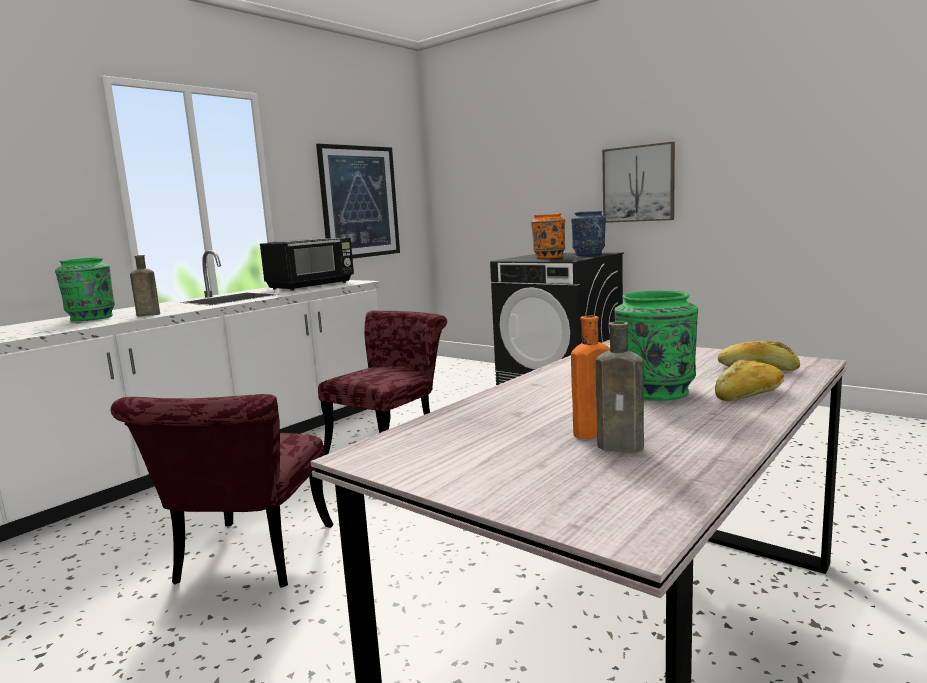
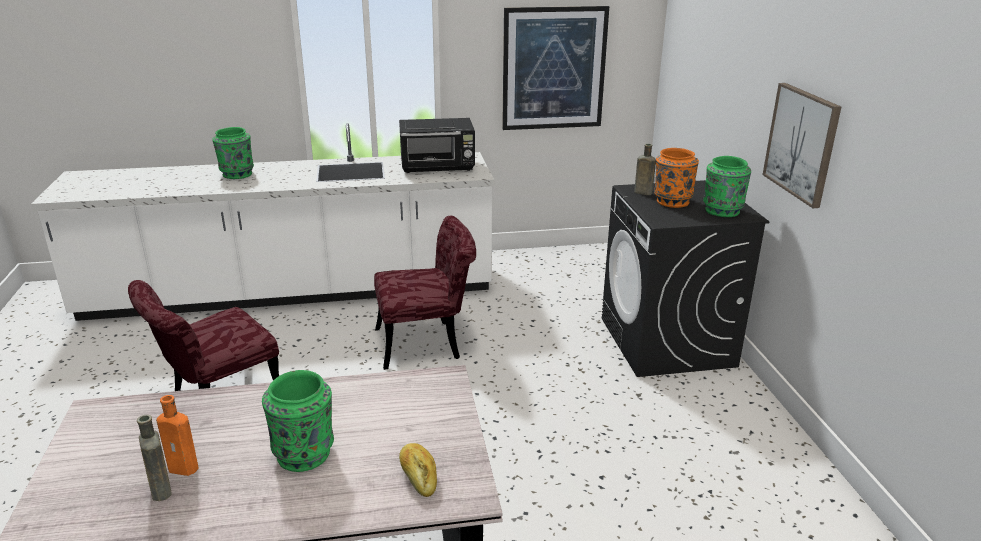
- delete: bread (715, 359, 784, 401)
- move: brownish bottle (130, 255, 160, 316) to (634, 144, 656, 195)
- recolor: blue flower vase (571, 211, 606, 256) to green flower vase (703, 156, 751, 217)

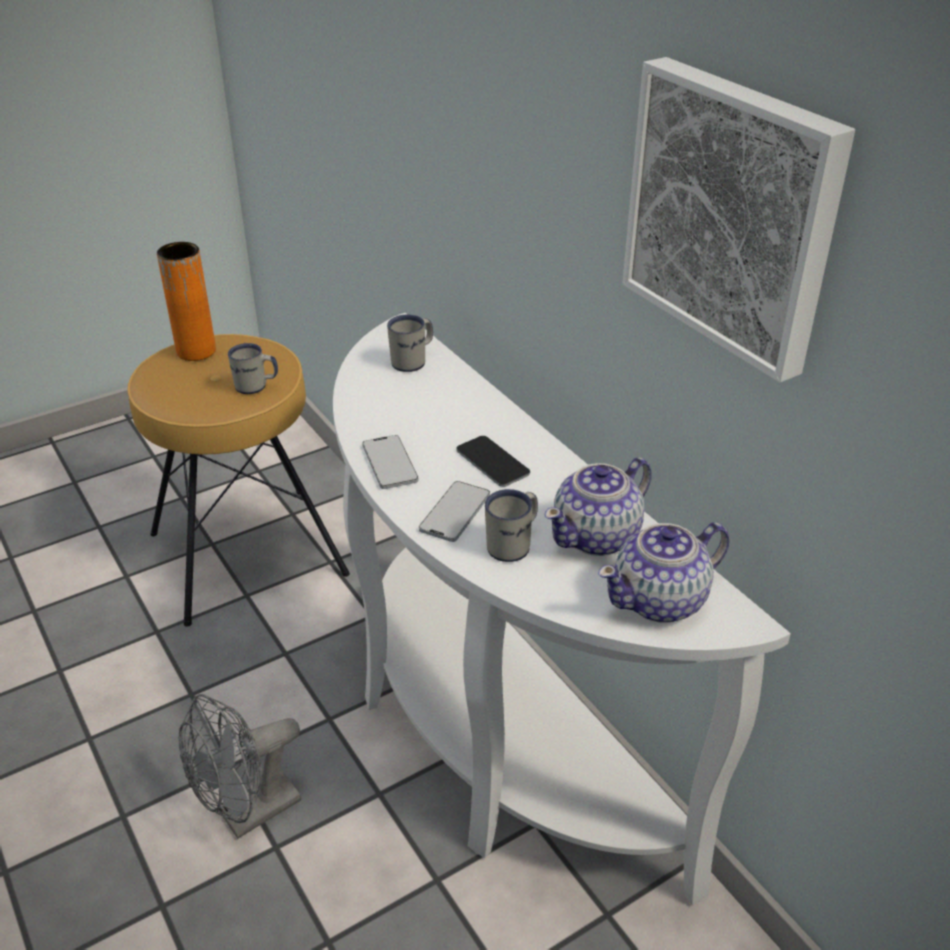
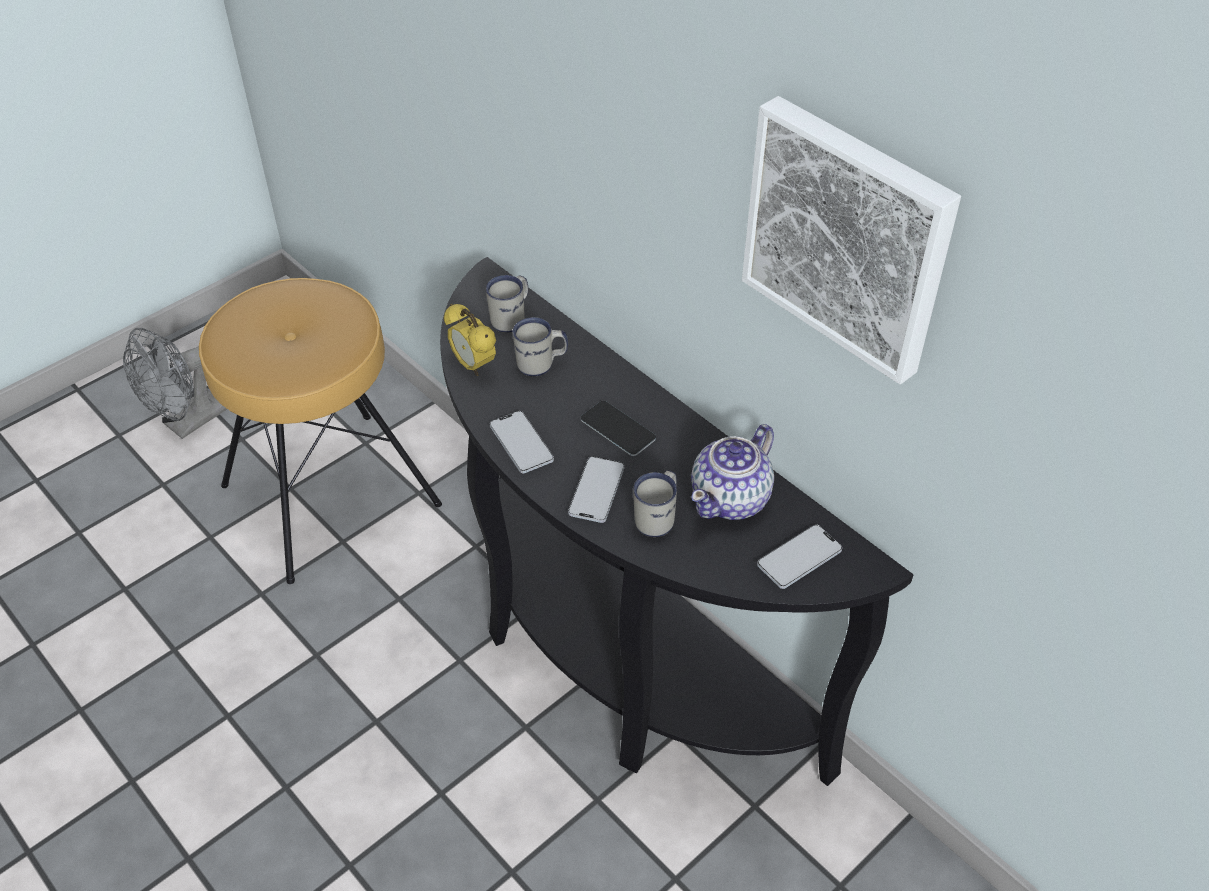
- delete: orangey flower vase (157, 242, 216, 361)
- insert: alarm clock (444, 304, 496, 376)
- move: grey fan (179, 694, 301, 839) to (123, 328, 227, 439)
- move: white-coloured coffee mug (228, 343, 278, 394) to (513, 317, 568, 377)
- replace: teapot (598, 522, 729, 623) to telephone (757, 524, 842, 589)
- recolor: white-coloured narrow table (333, 313, 791, 905) to black narrow table (440, 257, 914, 786)

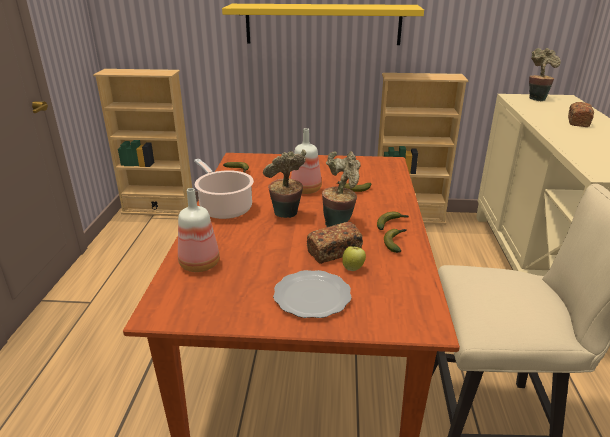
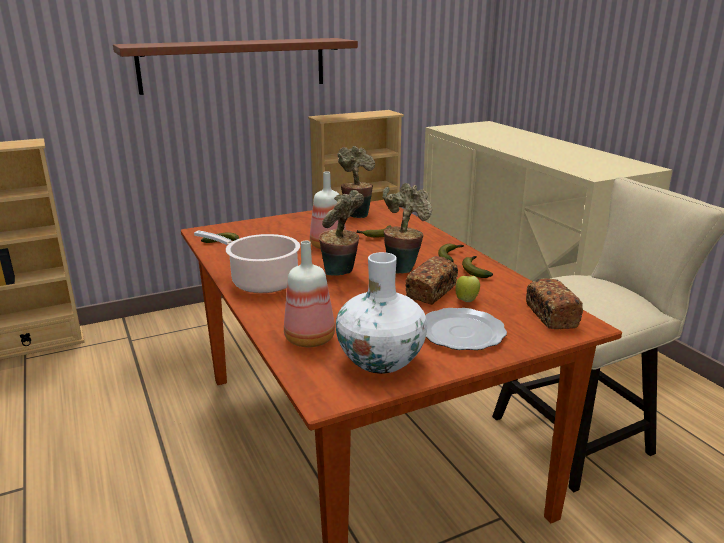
- insert: white-coloured flower vase (336, 252, 427, 374)
- move: plant in a pot (529, 48, 561, 101) to (337, 146, 375, 218)
- move: bread (568, 102, 594, 127) to (526, 278, 583, 329)
- recolor: yellowish shelf (222, 4, 424, 45) to brownish shelf (113, 38, 358, 95)

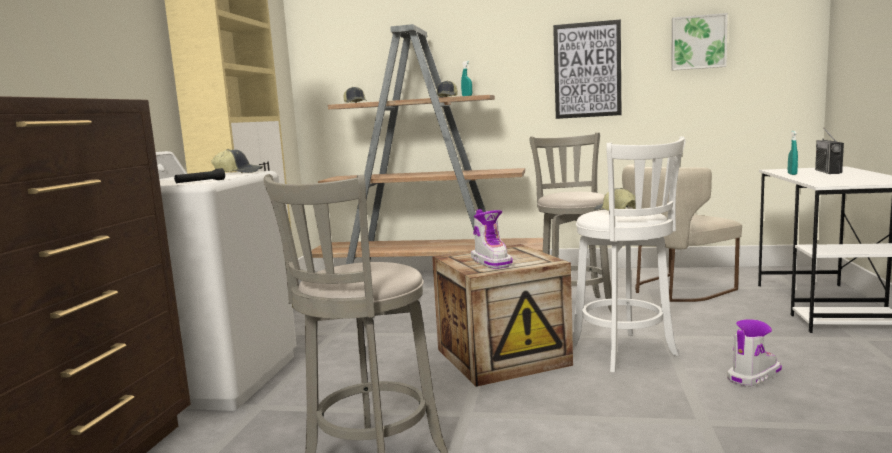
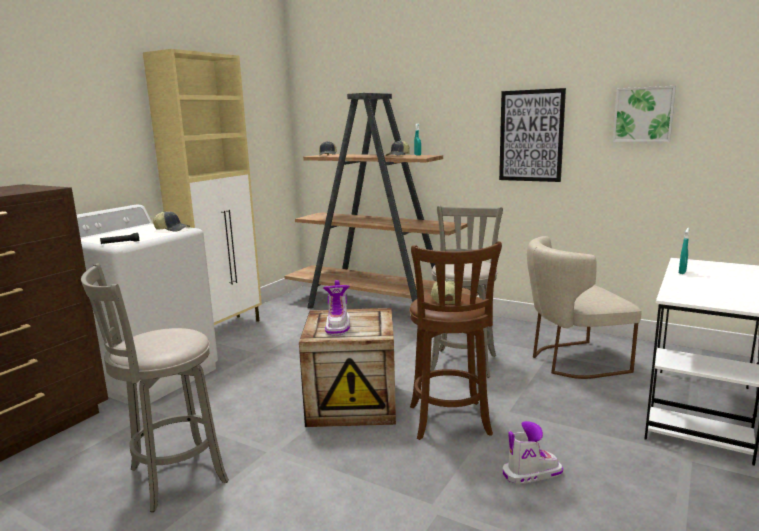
- delete: radio (815, 128, 844, 174)
- recolor: white-coloured stool seat (572, 136, 686, 373) to brownish stool seat (409, 241, 502, 440)

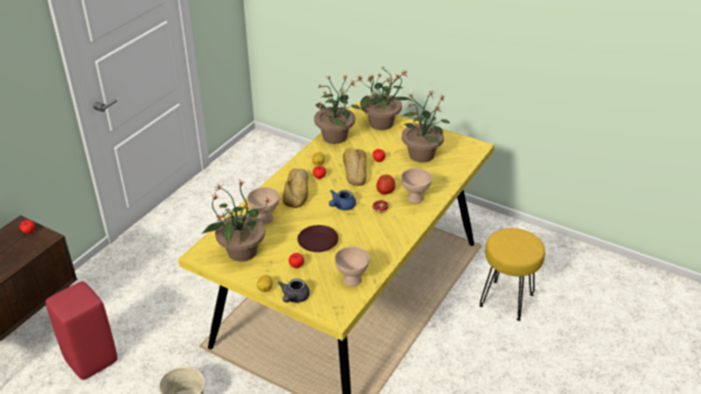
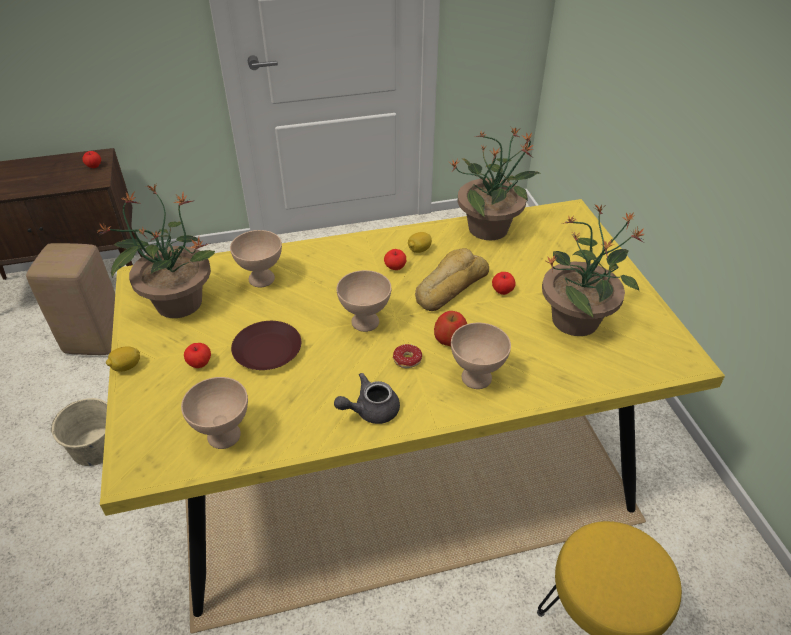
- delete: bread (283, 169, 308, 208)
- delete: plant in a pot (357, 66, 412, 130)
- move: grey teapot (278, 278, 310, 303) to (334, 373, 400, 424)
- replace: blue teapot (329, 190, 356, 210) to beige deep dish (336, 270, 391, 332)
- recolor: red-coloured stool seat (46, 281, 118, 380) to beige stool seat (26, 243, 115, 355)

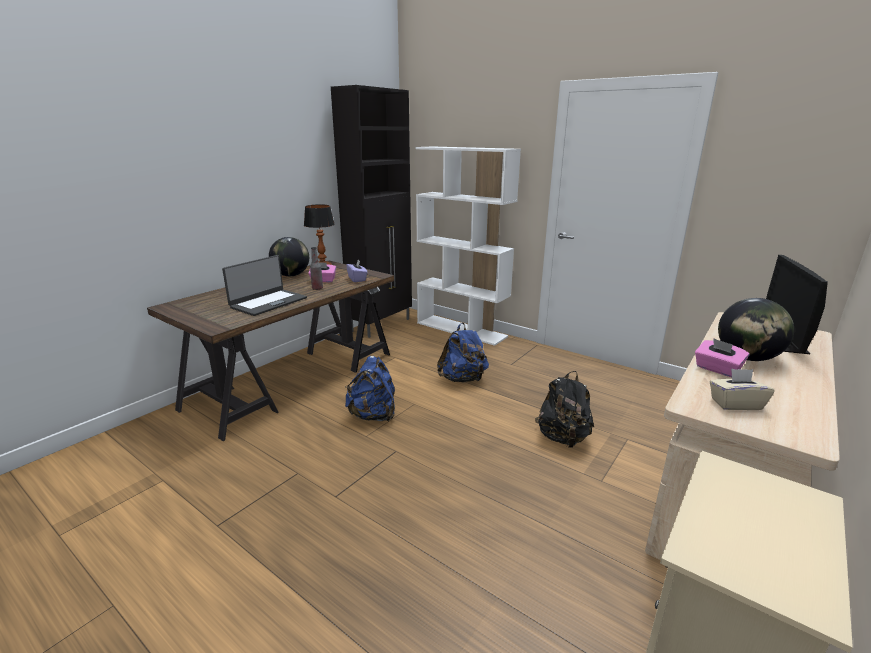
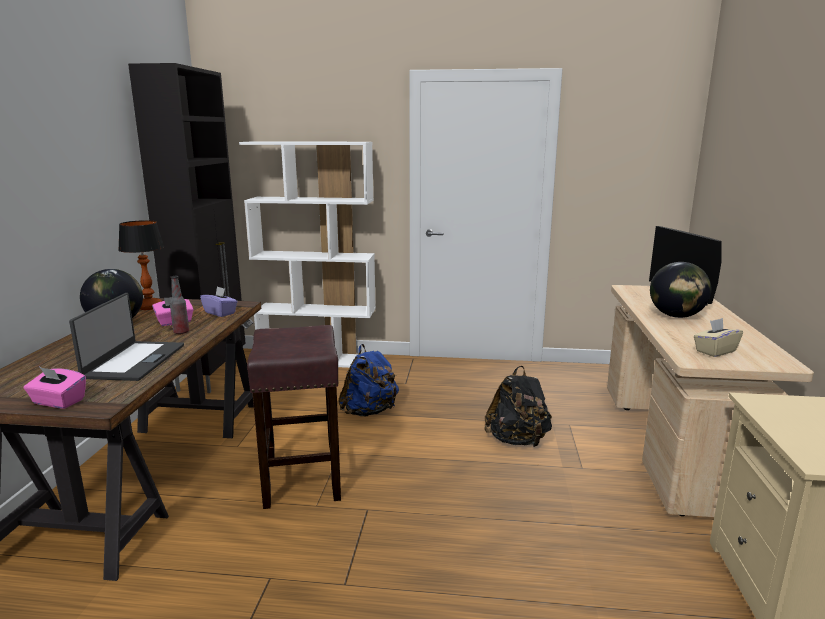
- move: pink-coloured tissue holder (695, 338, 749, 377) to (24, 367, 86, 409)
- replace: blue backpack (345, 356, 395, 422) to brownish stool seat (247, 325, 341, 509)

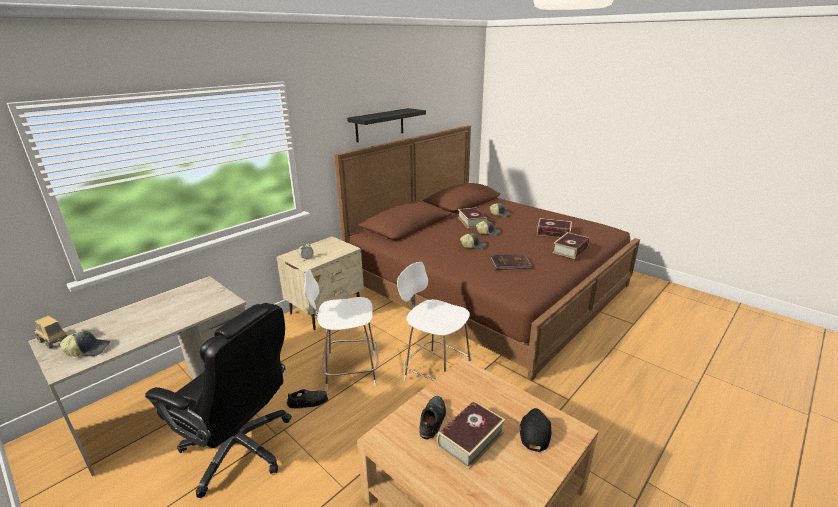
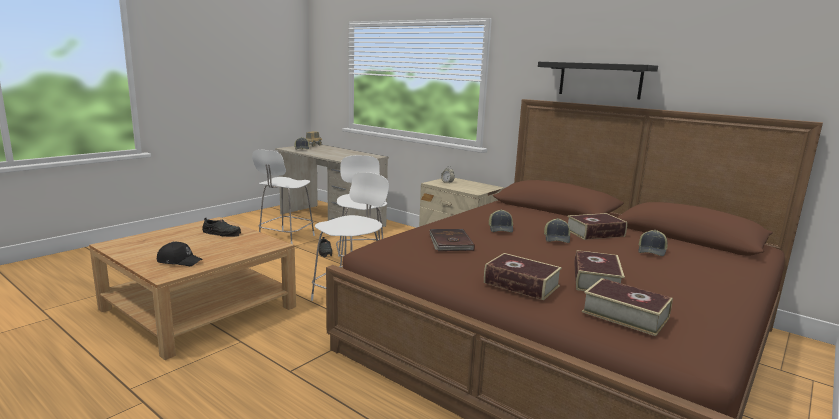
- move: volume (437, 401, 505, 469) to (582, 278, 673, 336)
- replace: black desk chair (145, 303, 292, 498) to white-coloured stool seat (252, 149, 315, 244)

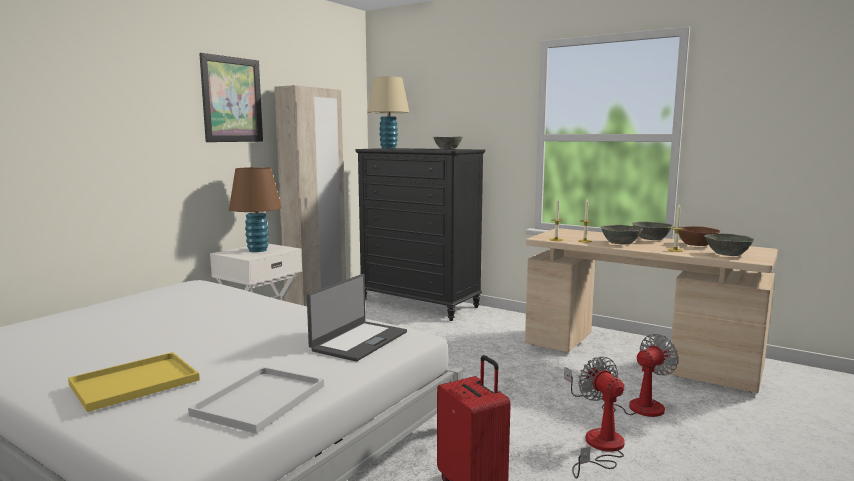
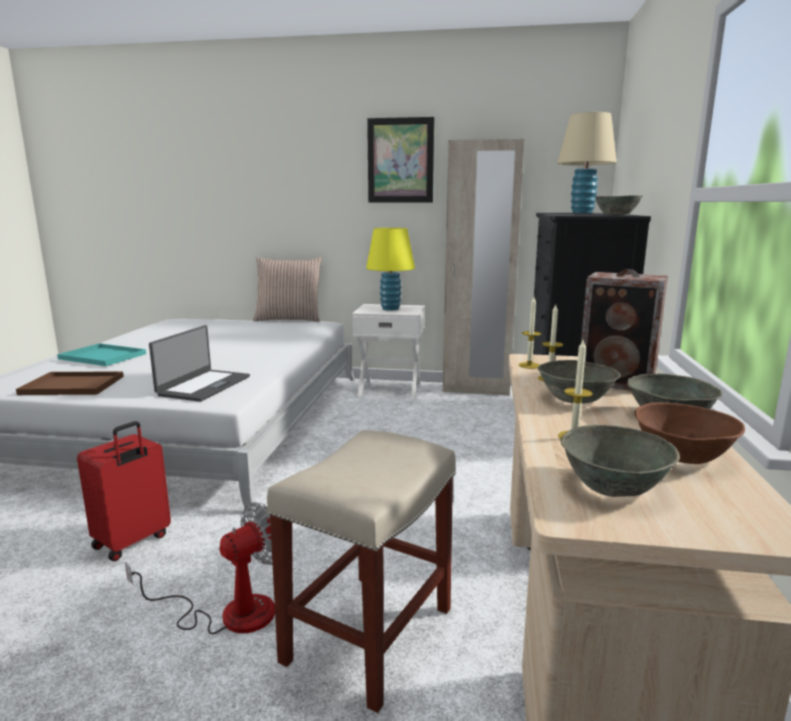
- insert: pillow (253, 257, 322, 322)
- insert: speaker (581, 269, 668, 391)
- replace: fan (564, 334, 679, 417) to beige stool seat (267, 430, 456, 713)
- recolor: yellowish serving tray (68, 352, 200, 412) to turquoise serving tray (57, 343, 146, 366)
- recolor: white-coloured serving tray (188, 367, 324, 434) to brownish serving tray (16, 371, 124, 395)
- recolor: brownish tabletop lamp (229, 167, 282, 252) to yellowish tabletop lamp (366, 228, 415, 311)
- rotate: laptop (307, 274, 407, 362) = (149, 325, 250, 402) 75 degrees counterclockwise

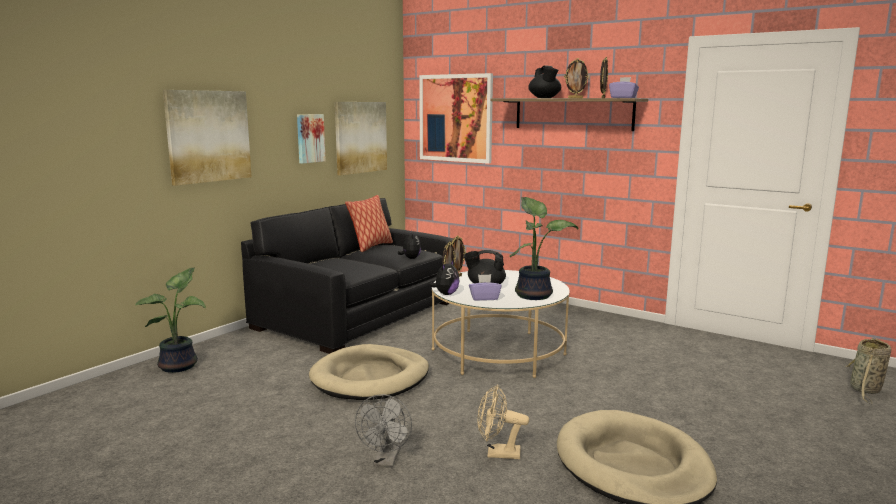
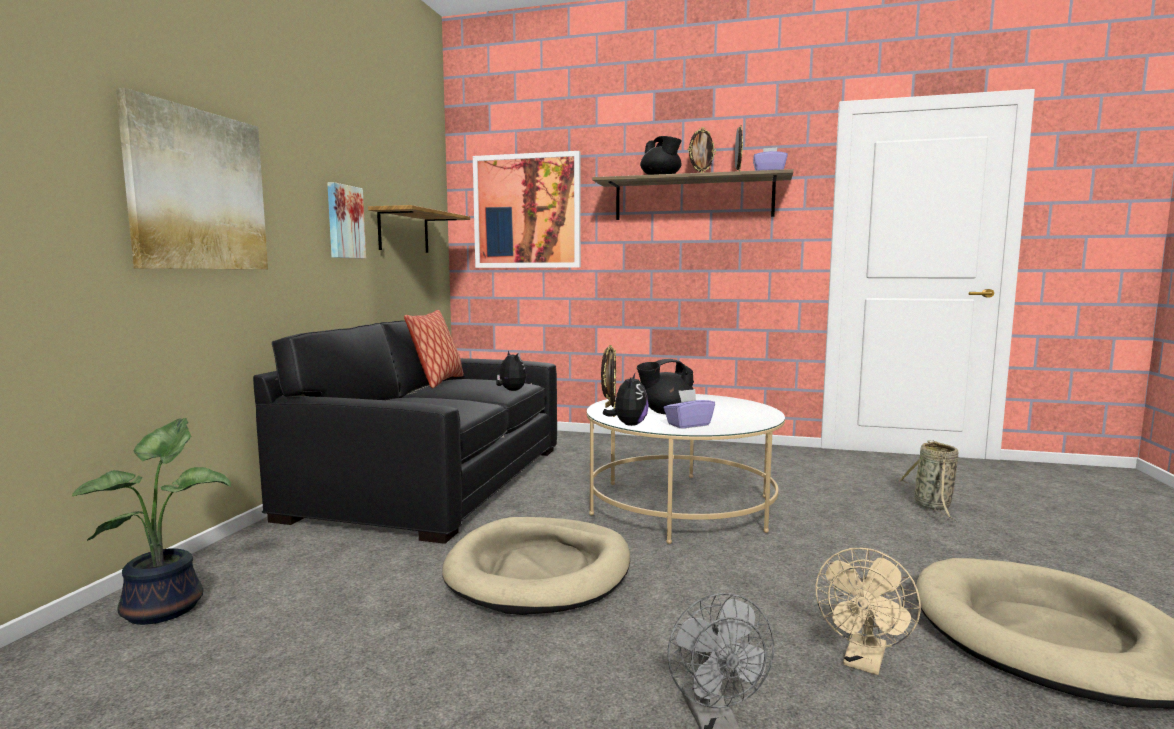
- delete: plant in a pot (509, 197, 578, 300)
- move: basket (846, 337, 891, 404) to (899, 440, 959, 522)
- replace: wall art (335, 102, 387, 176) to shelf (368, 205, 470, 253)
- rotate: beige fan (477, 385, 529, 459) = (815, 548, 921, 675) 45 degrees counterclockwise

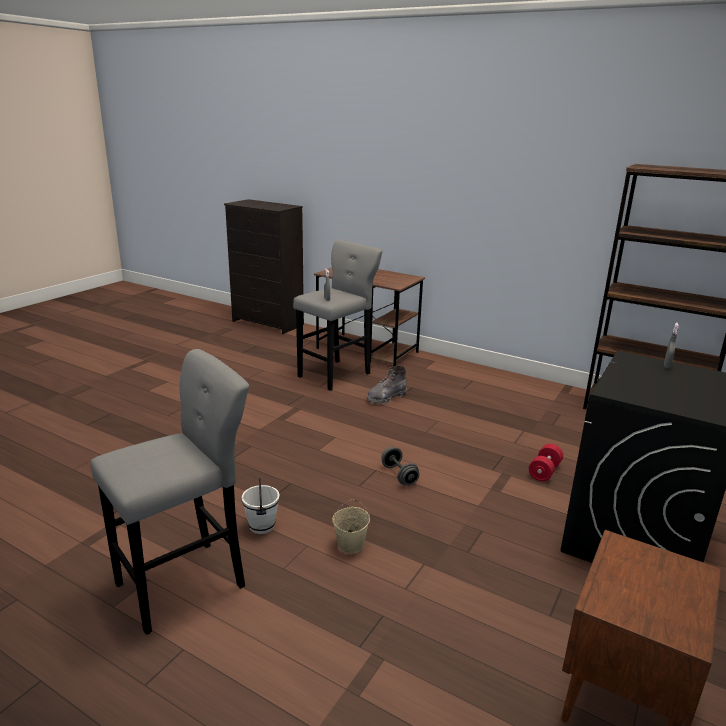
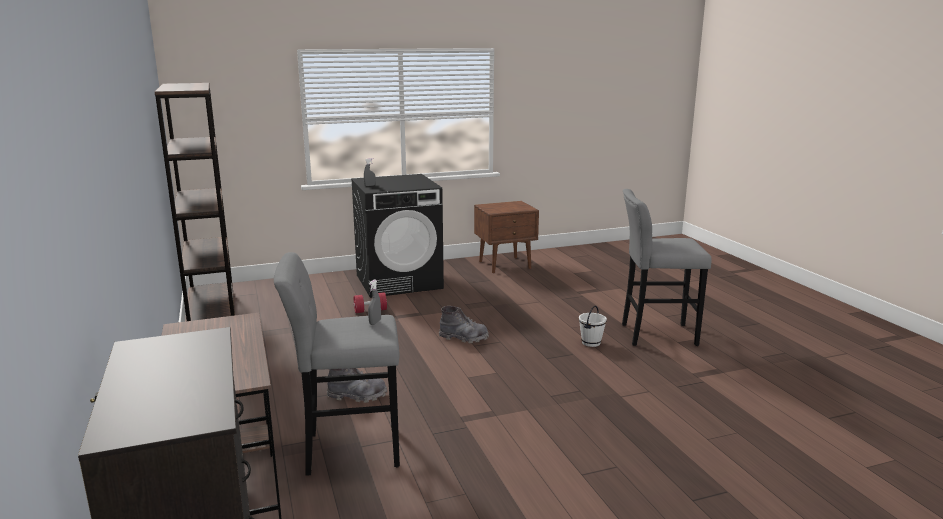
- delete: beige bucket (332, 499, 370, 554)
- replace: grey hand weight (382, 447, 419, 485) to grey boot (439, 306, 489, 343)

